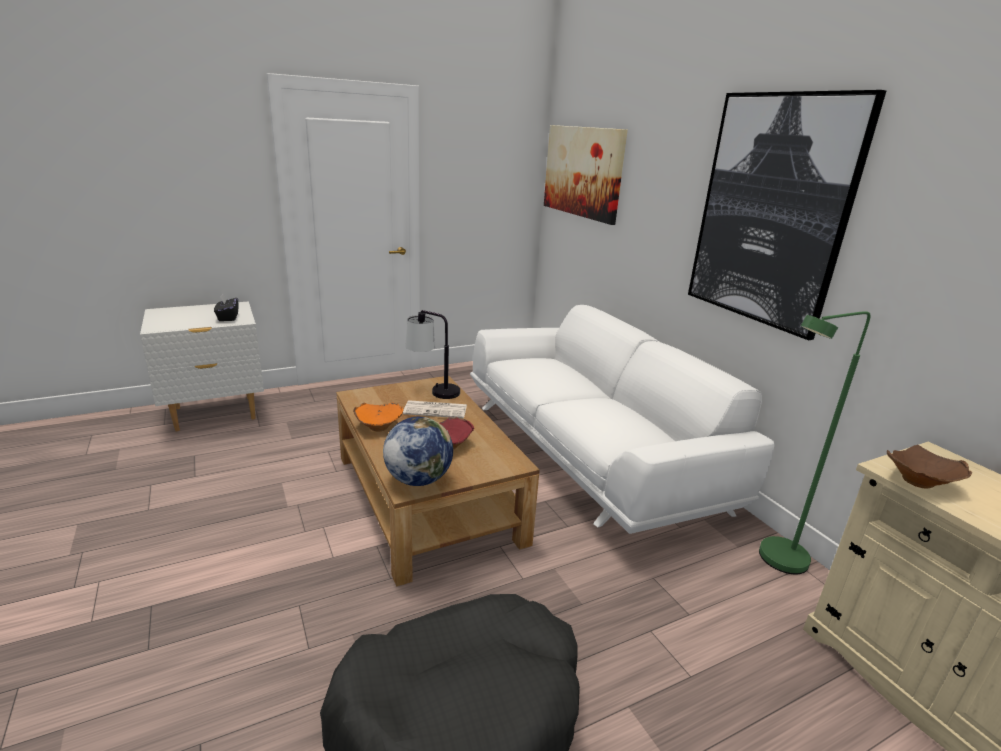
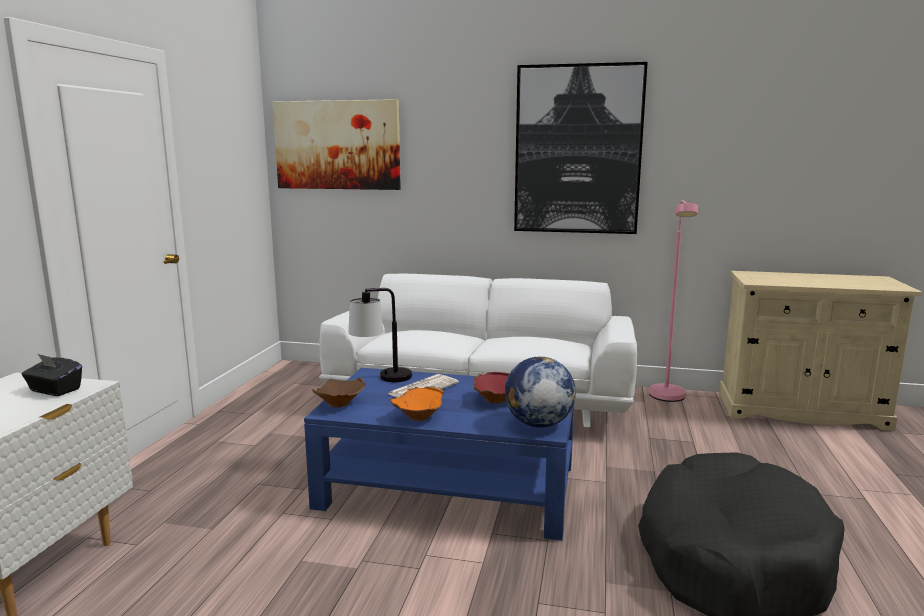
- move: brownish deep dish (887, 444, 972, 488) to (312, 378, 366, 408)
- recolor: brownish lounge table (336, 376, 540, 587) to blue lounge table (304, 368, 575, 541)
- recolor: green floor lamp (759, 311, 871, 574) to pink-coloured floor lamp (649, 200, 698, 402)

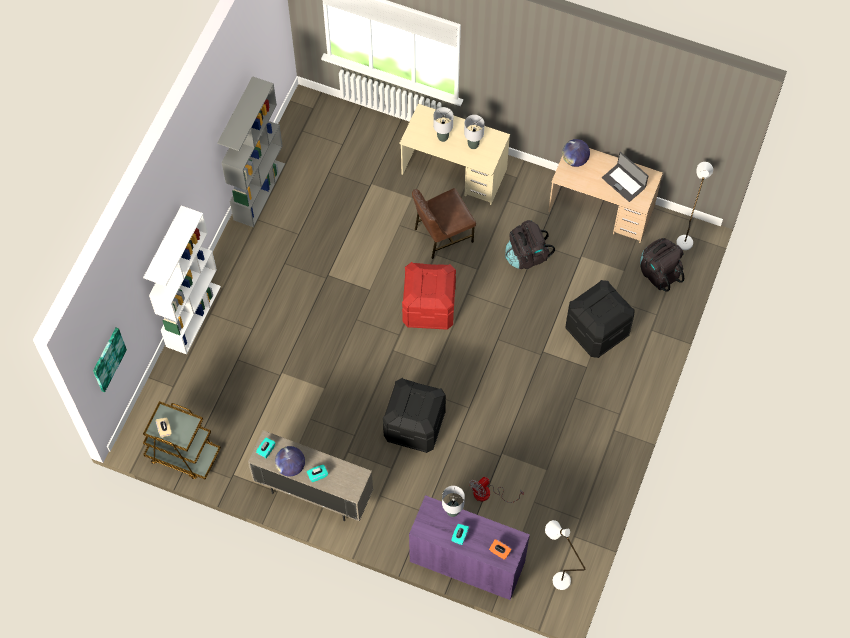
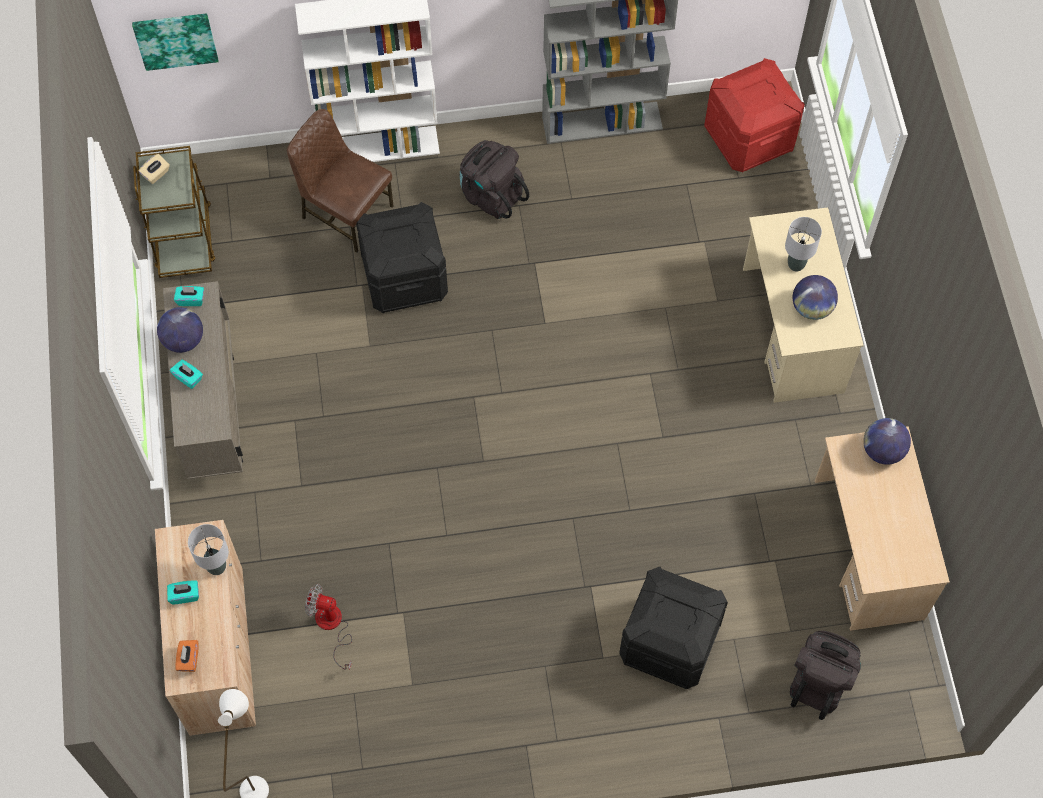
- delete: laptop (602, 152, 648, 202)
- delete: white-coloured floor lamp (676, 162, 713, 250)
- move: black storage box (383, 378, 446, 453) to (356, 202, 448, 313)
- move: red-coloured storage box (402, 262, 456, 330) to (704, 58, 805, 172)
- move: brownish upright chair (412, 188, 476, 259) to (287, 109, 393, 253)
- move: black backpack (505, 220, 555, 269) to (460, 140, 529, 219)
- replace: grey tabletop lamp (464, 115, 485, 149) to world globe (793, 275, 838, 320)
- recolor: purplish cabinet (409, 495, 530, 600) to beige cabinet (155, 520, 256, 736)

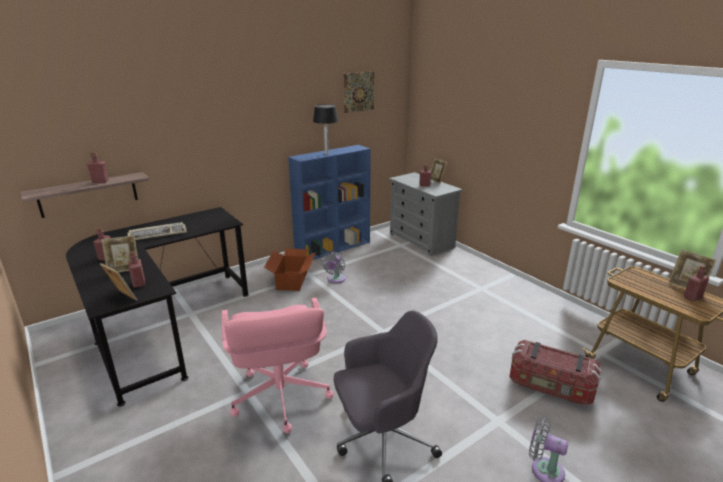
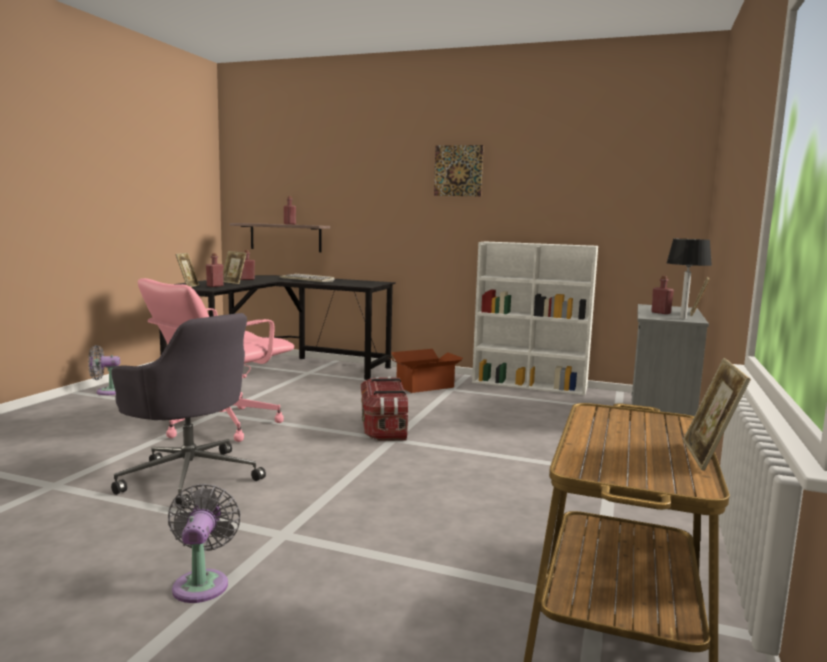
- delete: red-coloured bottle (684, 265, 709, 302)
- move: tabletop lamp (313, 104, 338, 155) to (667, 239, 712, 319)
- move: grey fan (321, 252, 346, 283) to (88, 345, 120, 395)
- move: wall art (343, 72, 374, 113) to (434, 145, 483, 196)
- move: storage box (509, 340, 602, 405) to (361, 377, 408, 441)
- recolor: blue shelving unit (288, 145, 371, 260) to white-coloured shelving unit (472, 242, 598, 395)

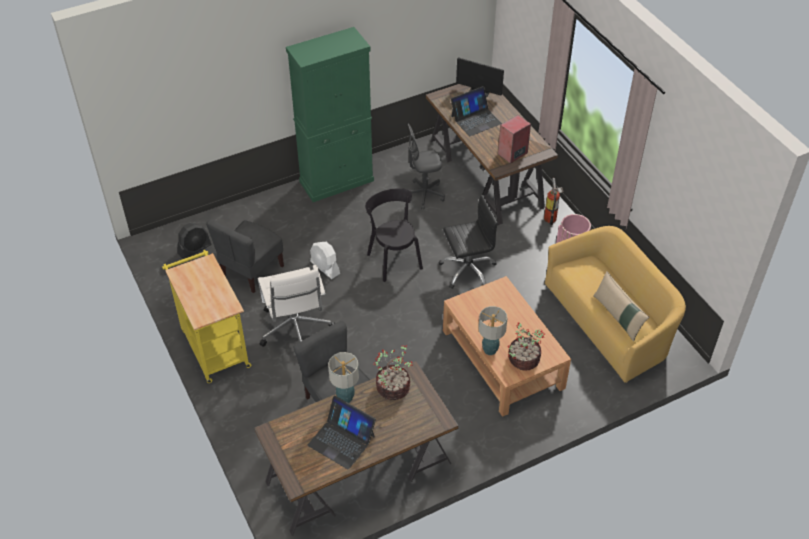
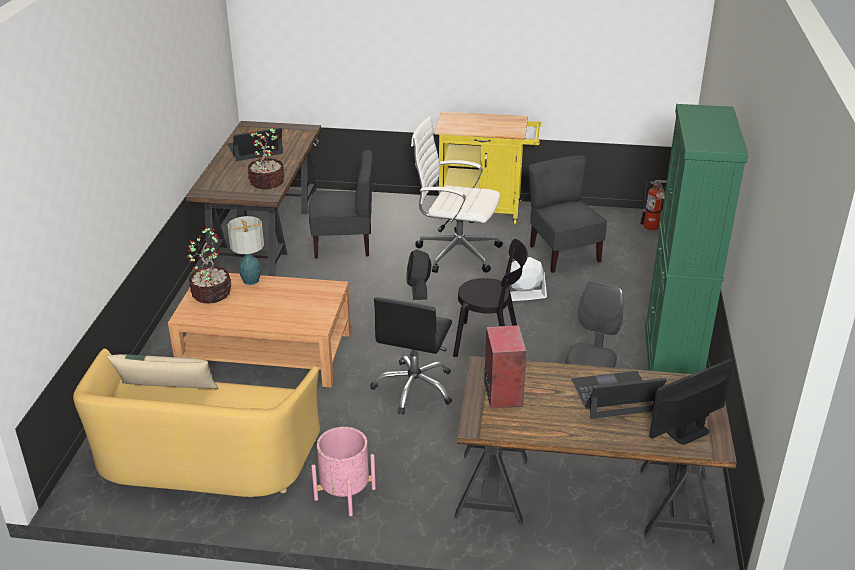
- delete: tabletop lamp (328, 352, 359, 403)
- move: black fan (177, 223, 211, 259) to (406, 249, 431, 300)
- move: fire-fighting cylinder (544, 178, 564, 225) to (640, 179, 667, 231)
- rotate: laptop (451, 86, 502, 136) = (571, 371, 666, 419) 75 degrees clockwise

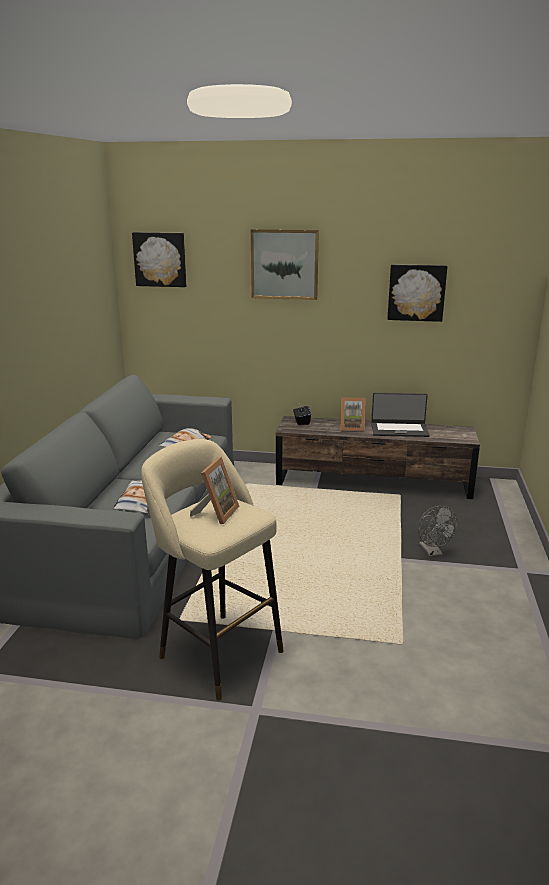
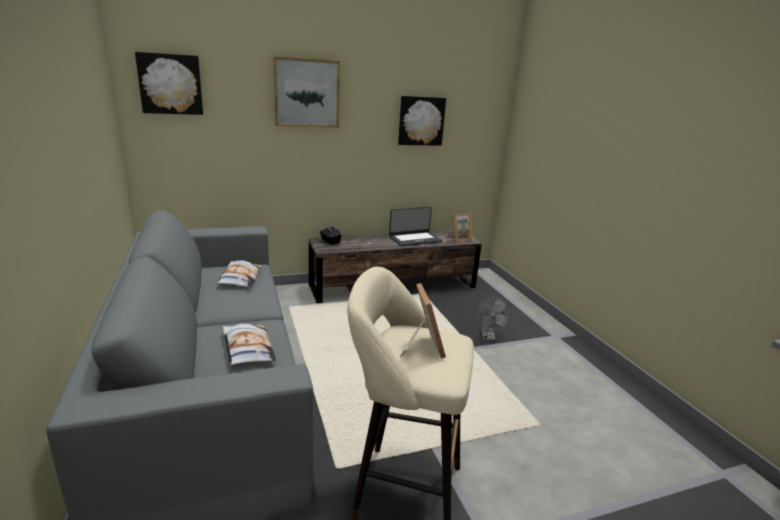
- move: picture frame (341, 397, 365, 431) to (447, 212, 473, 242)
- rotate: grey fan (418, 506, 458, 557) = (474, 297, 511, 341) 45 degrees clockwise

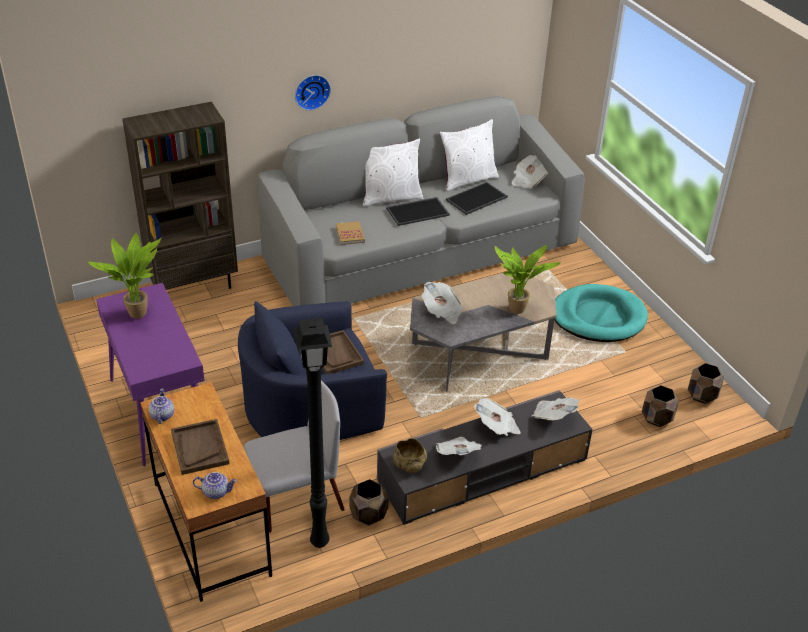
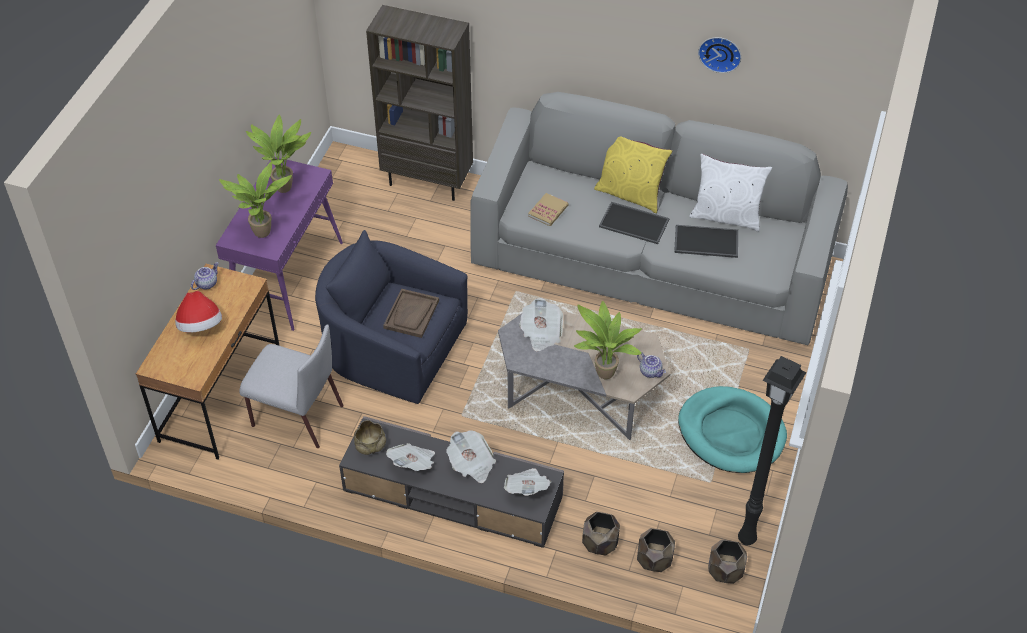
- delete: daily paper (511, 155, 548, 189)
- insert: plant in a pot (219, 162, 292, 238)
- move: teapot (193, 472, 237, 499) to (637, 352, 666, 378)
- move: black floor lamp (293, 318, 332, 548) to (738, 356, 807, 545)
- move: clock on the wall (295, 75, 331, 111) to (698, 37, 741, 73)
- move: brownish plant pot (349, 479, 388, 526) to (582, 512, 620, 555)
- replace: brownish serving tray (171, 419, 230, 475) to hat (175, 291, 222, 332)
- recolor: white-coloured pillow (363, 138, 423, 207) to yellowish pillow (594, 137, 673, 213)

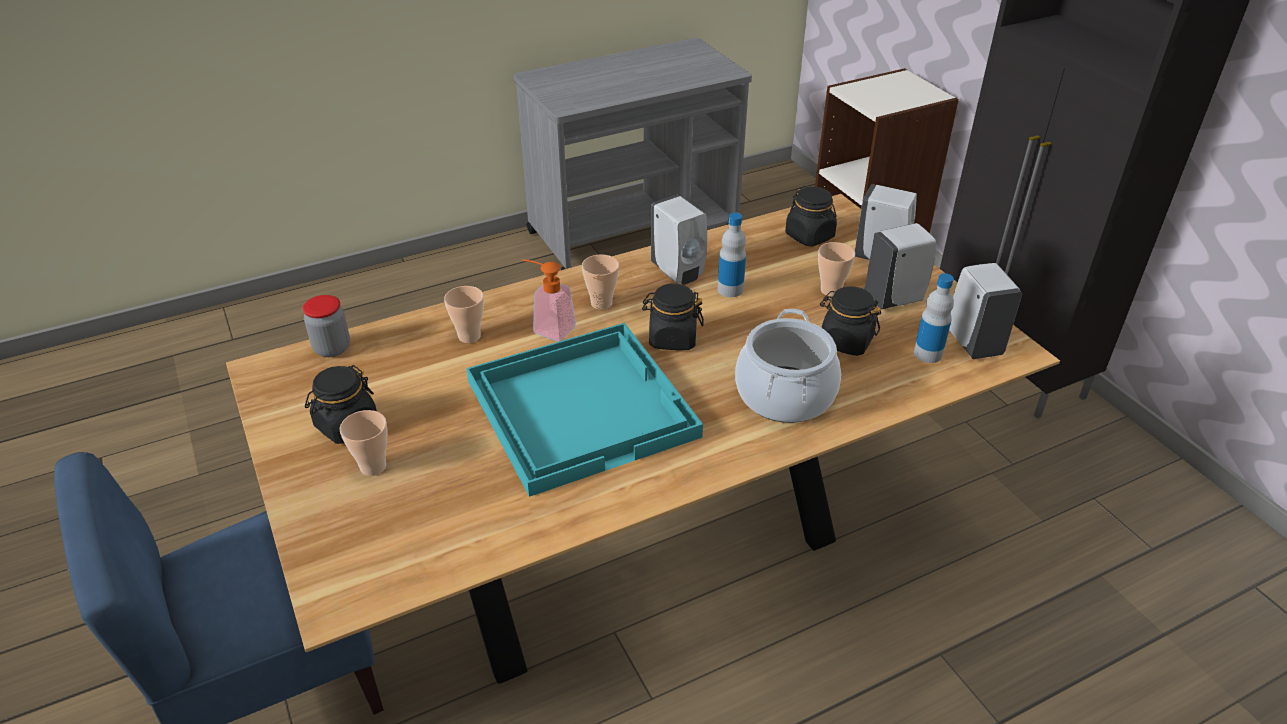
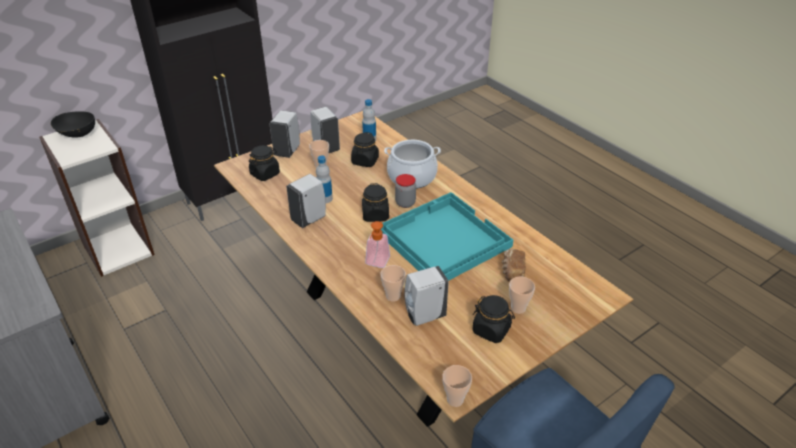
- insert: black deep dish (50, 111, 95, 138)
- insert: bread (502, 249, 526, 281)
- move: preserve jar (303, 295, 350, 357) to (395, 174, 416, 208)
- move: cup (582, 255, 619, 310) to (442, 365, 472, 407)
- move: white-coloured liquid soap bottle (949, 263, 1022, 359) to (404, 266, 449, 326)

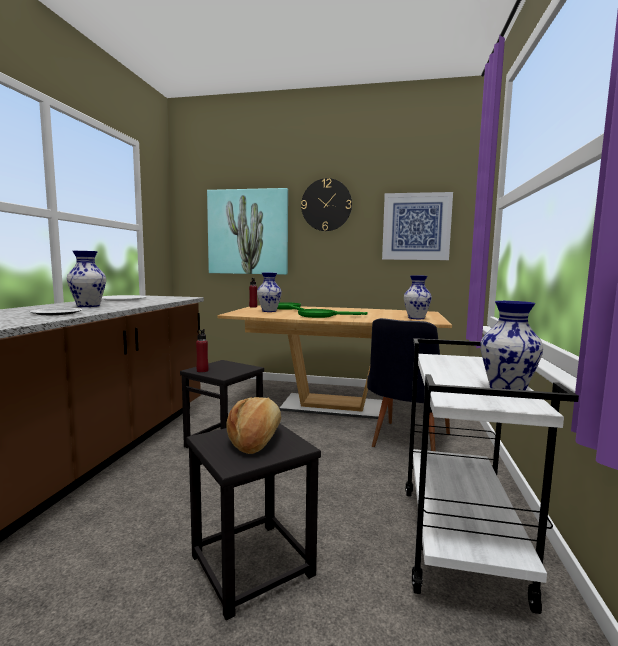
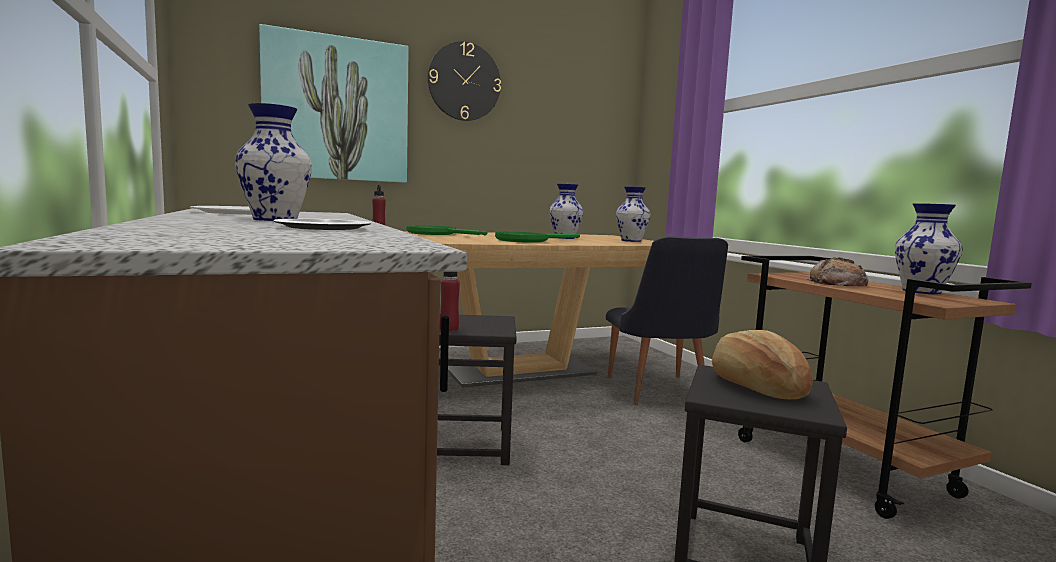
- delete: wall art (382, 192, 453, 260)
- insert: bread (806, 257, 869, 286)
- move: flower vase (257, 273, 282, 312) to (549, 184, 583, 239)
- recolor: white-coloured cart (405, 338, 579, 614) to brownish cart (738, 256, 1032, 519)

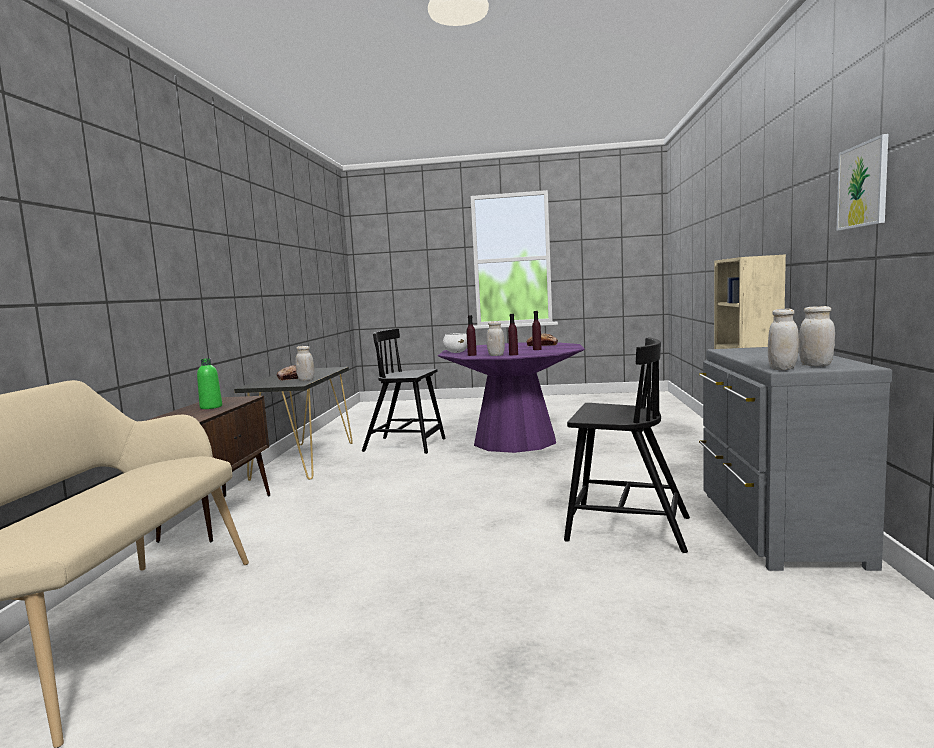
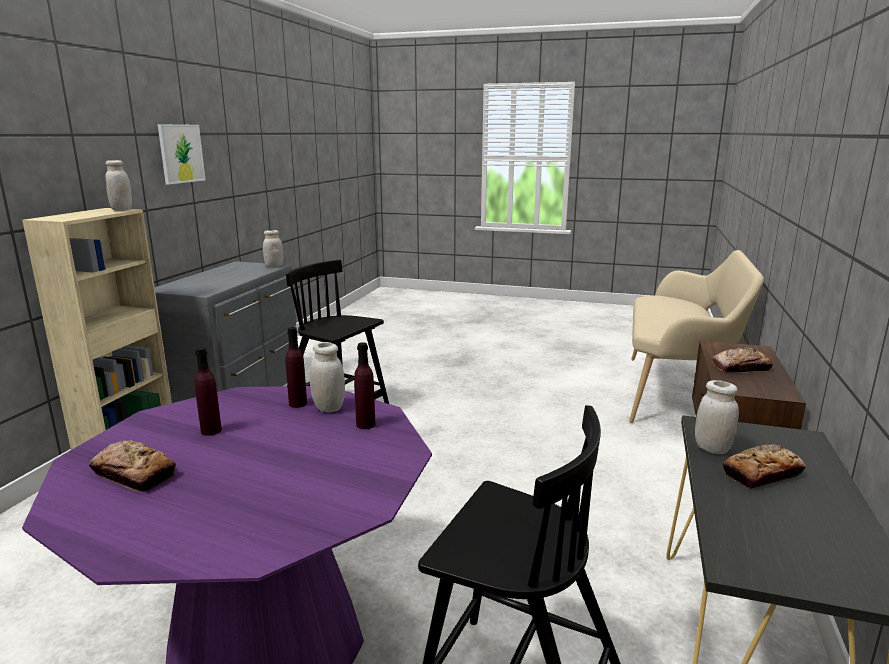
- delete: white-coloured deep dish (443, 333, 467, 353)
- move: white-coloured preserve jar (799, 306, 835, 366) to (105, 160, 132, 211)
- replace: green bottle (197, 358, 222, 409) to bread (713, 347, 773, 373)

